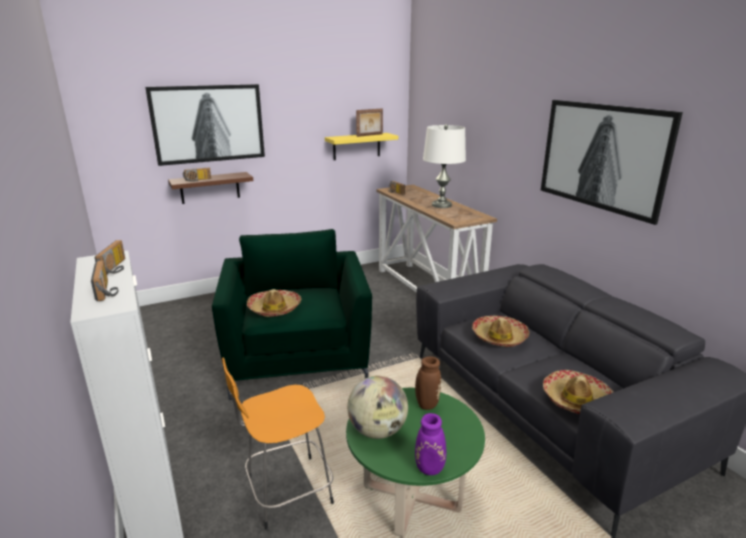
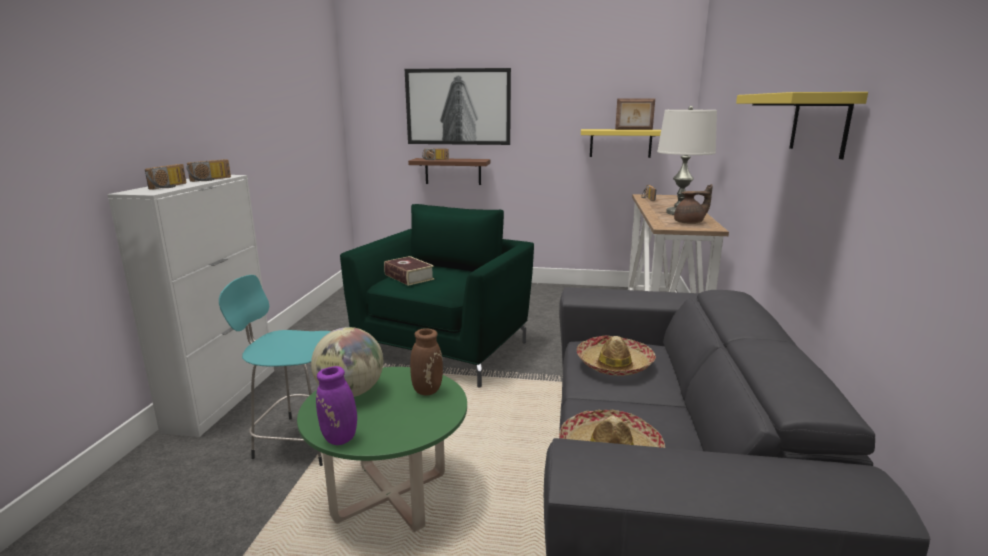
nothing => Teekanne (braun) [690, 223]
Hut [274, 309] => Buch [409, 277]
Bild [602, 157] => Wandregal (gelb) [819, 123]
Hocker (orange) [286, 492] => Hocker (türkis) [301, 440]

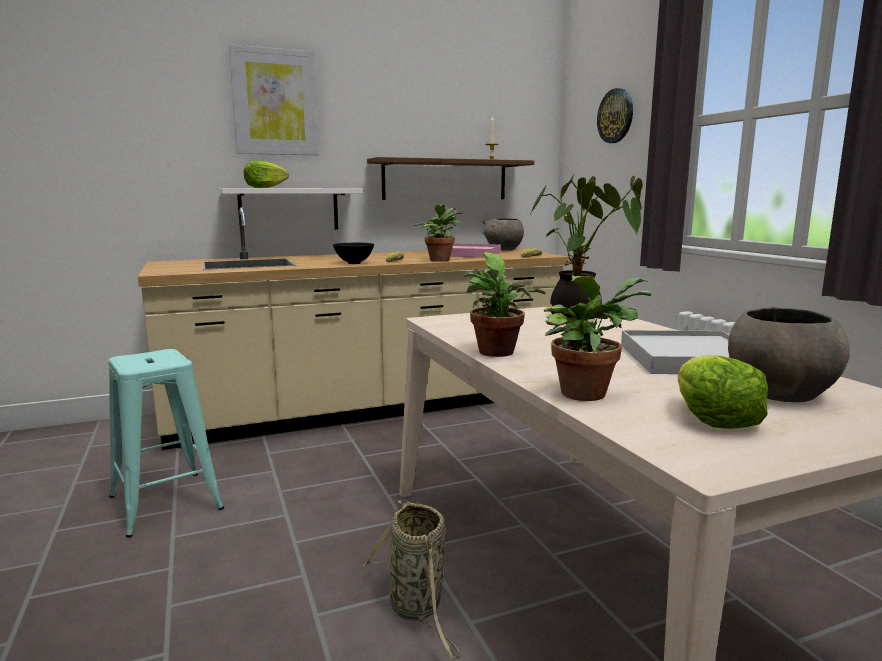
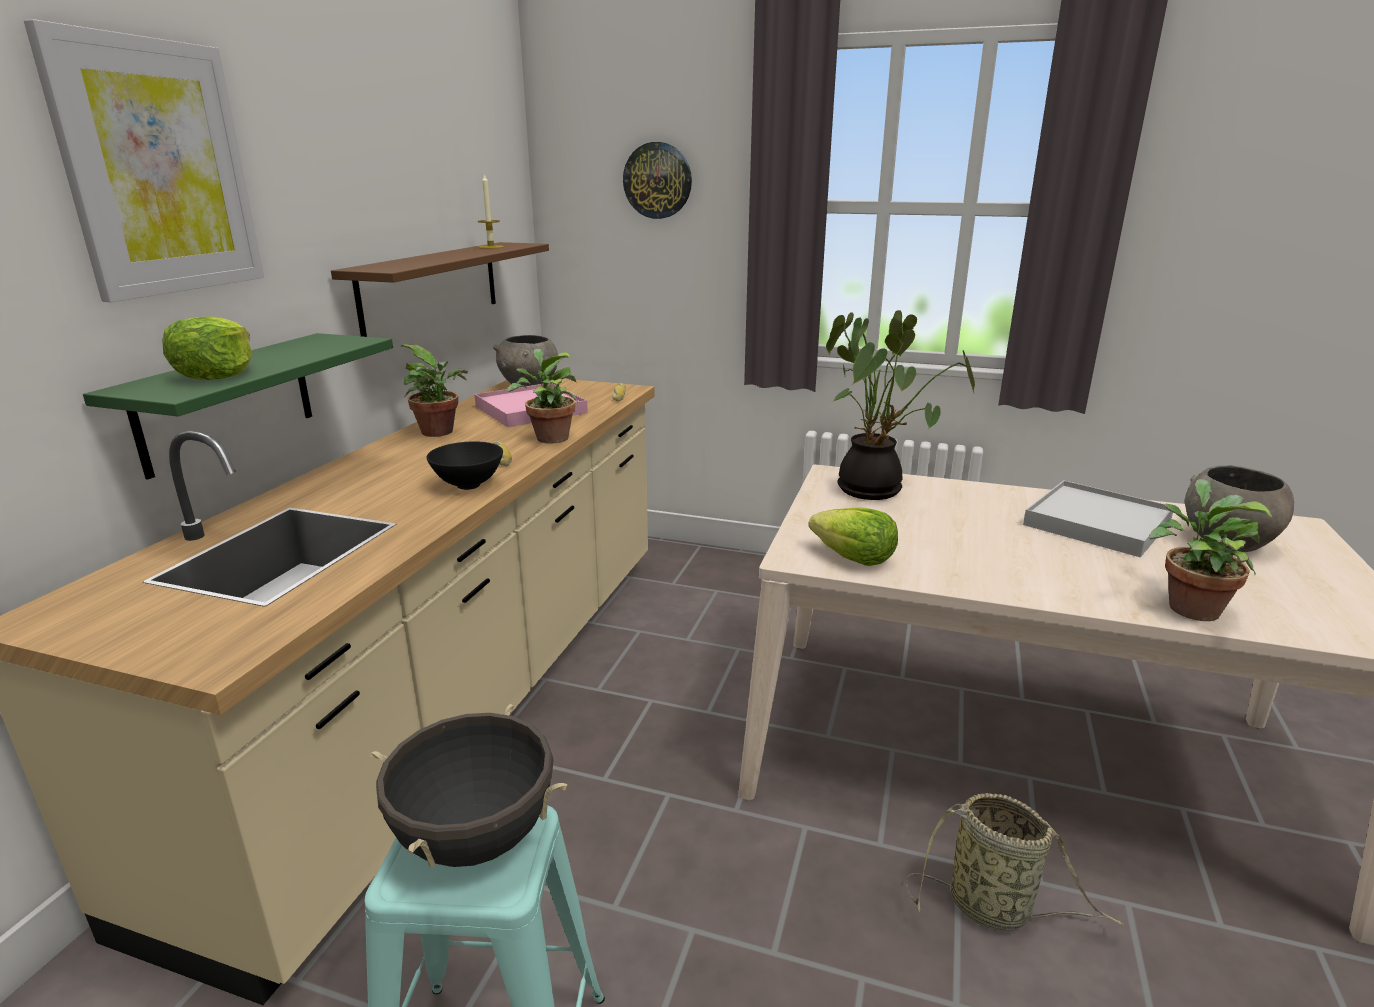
nothing => Kochtopf (schwarz) [476, 838]
Topfpflanze [497, 353] => Topfpflanze [440, 433], shifted
Salatkopf [713, 419] => Salatkopf [853, 558], shifted
Wandregal (weiß) [289, 209] => Wandregal (grün) [227, 402]

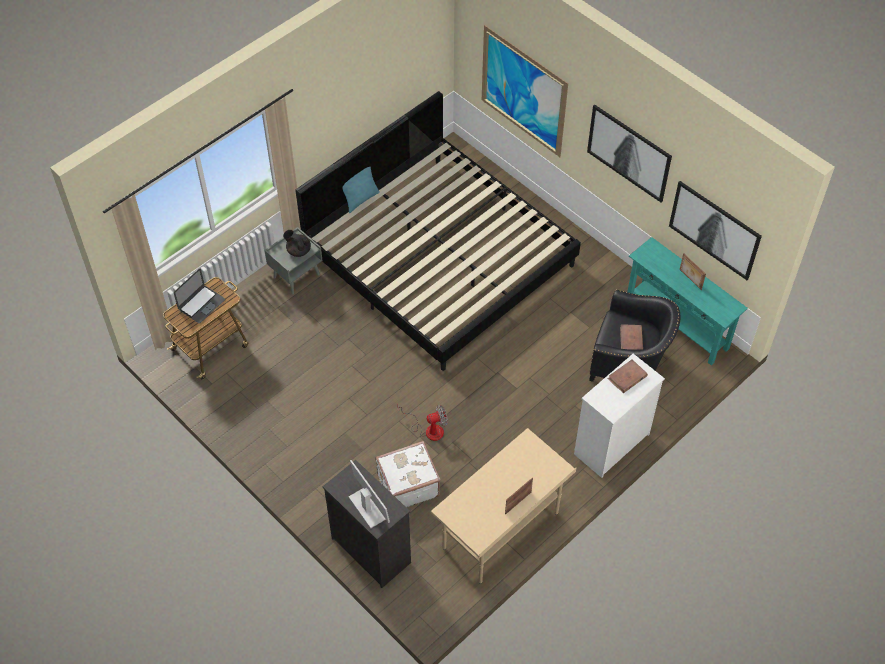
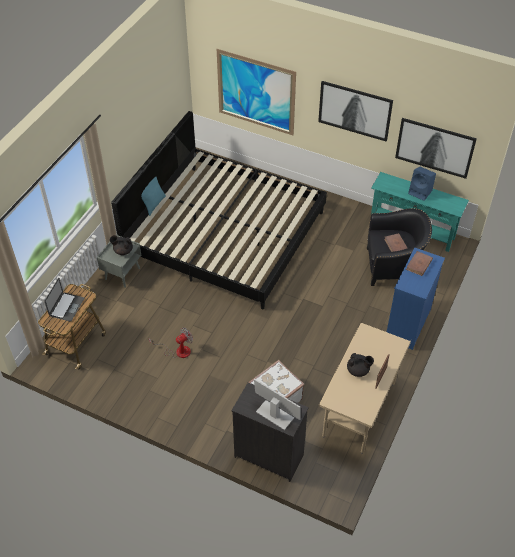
nothing => Teekanne (schwarz) [358, 370]
Ventilator [428, 429] => Ventilator [178, 351], shifted
Bilderrahmen [690, 279] => Lautsprecher (blau) [420, 192]
Kommode (weiß) [610, 444] => Kommode (blau) [407, 325]

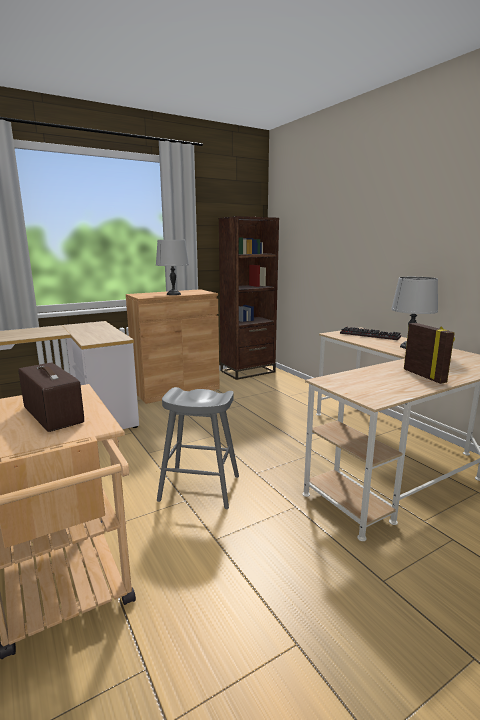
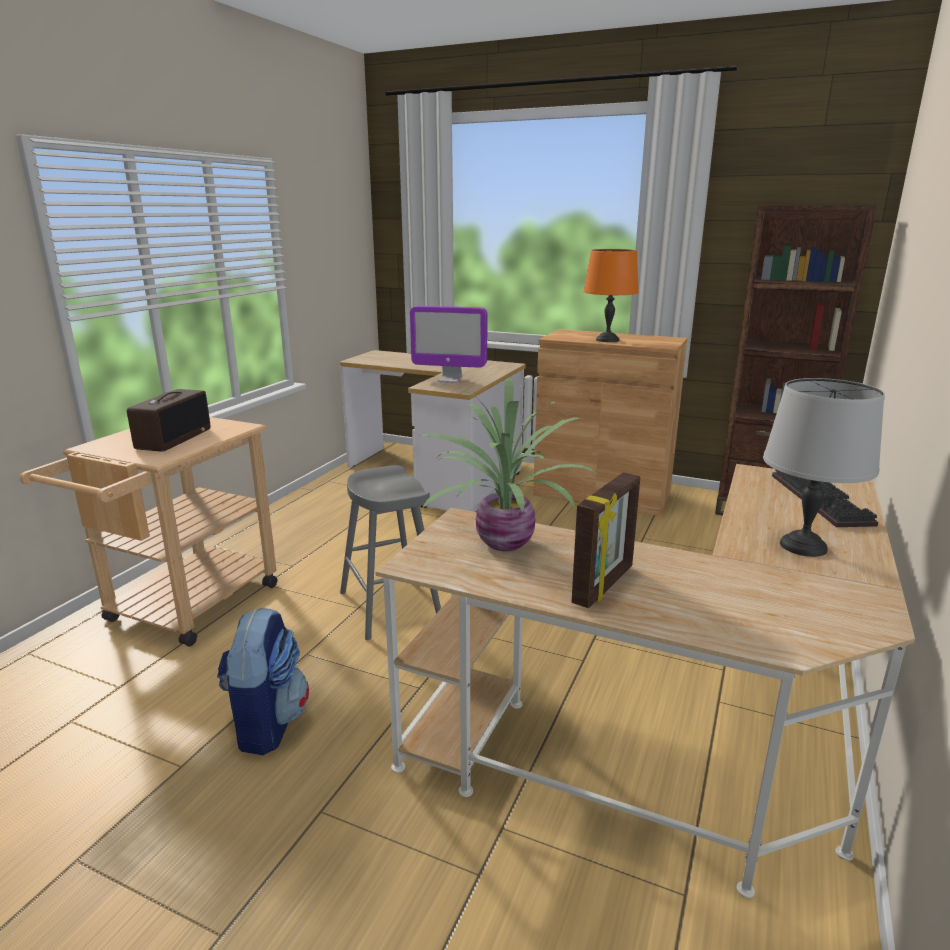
nothing => Rucksack [267, 723]
nothing => Monitor [449, 380]
nothing => Topfpflanze [501, 543]
Tischlampe (grau) [173, 294] => Tischlampe (orange) [607, 340]

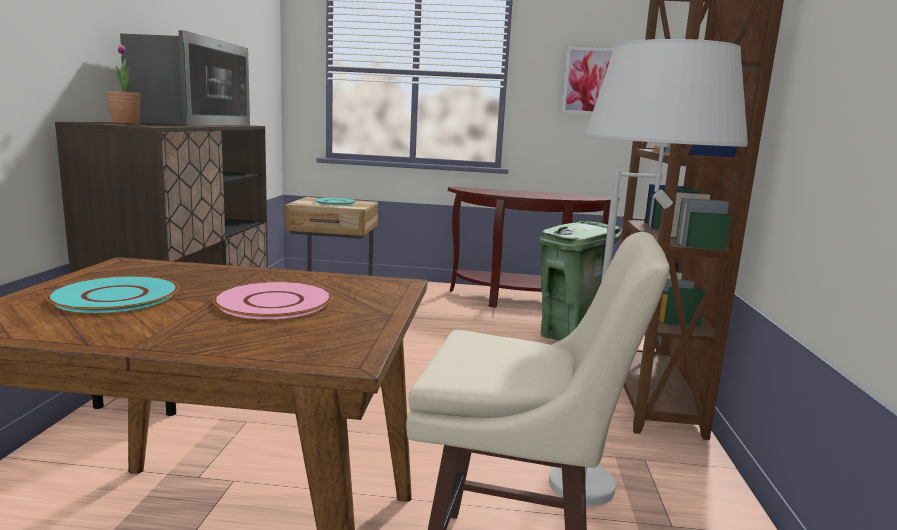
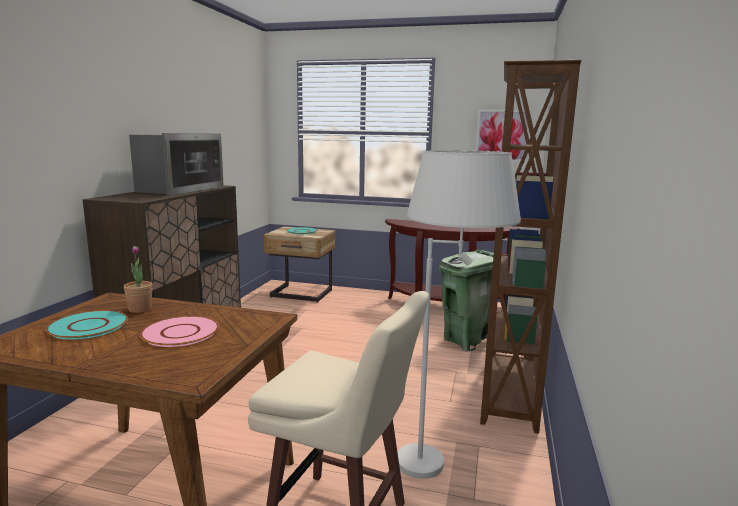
Topfpflanze [126, 123] => Topfpflanze [140, 309], shifted

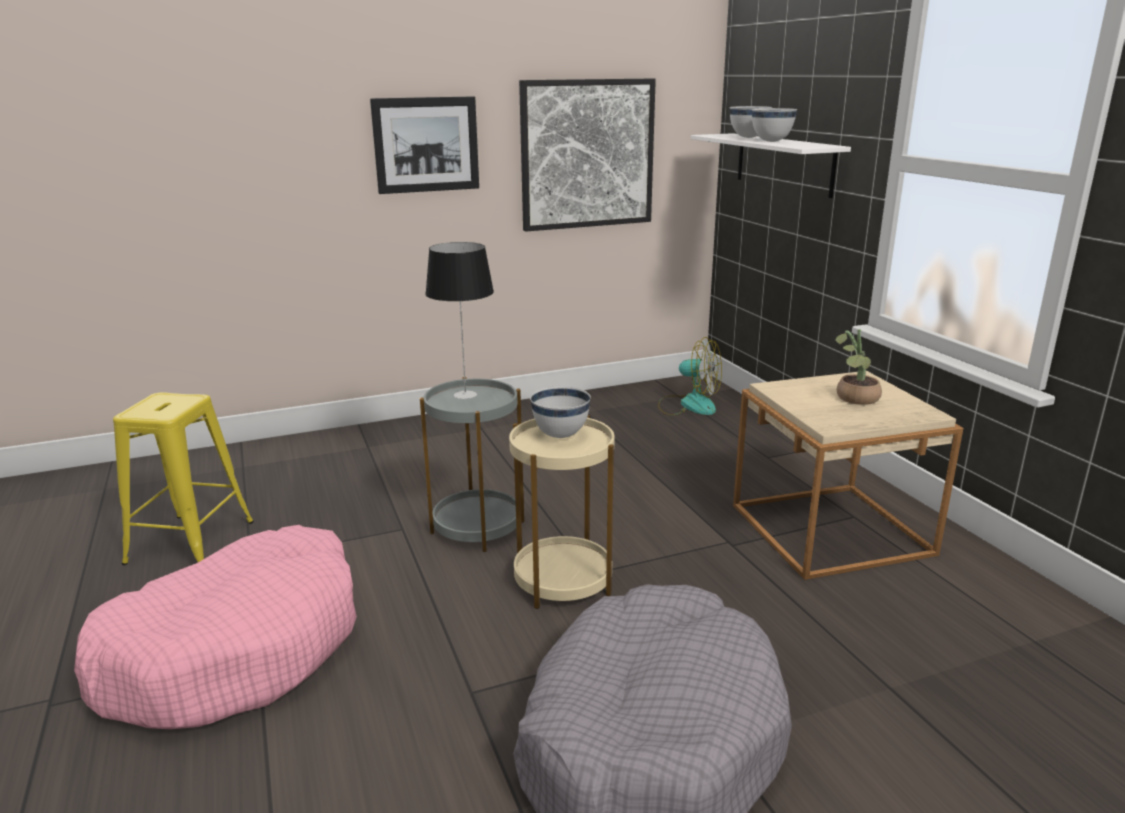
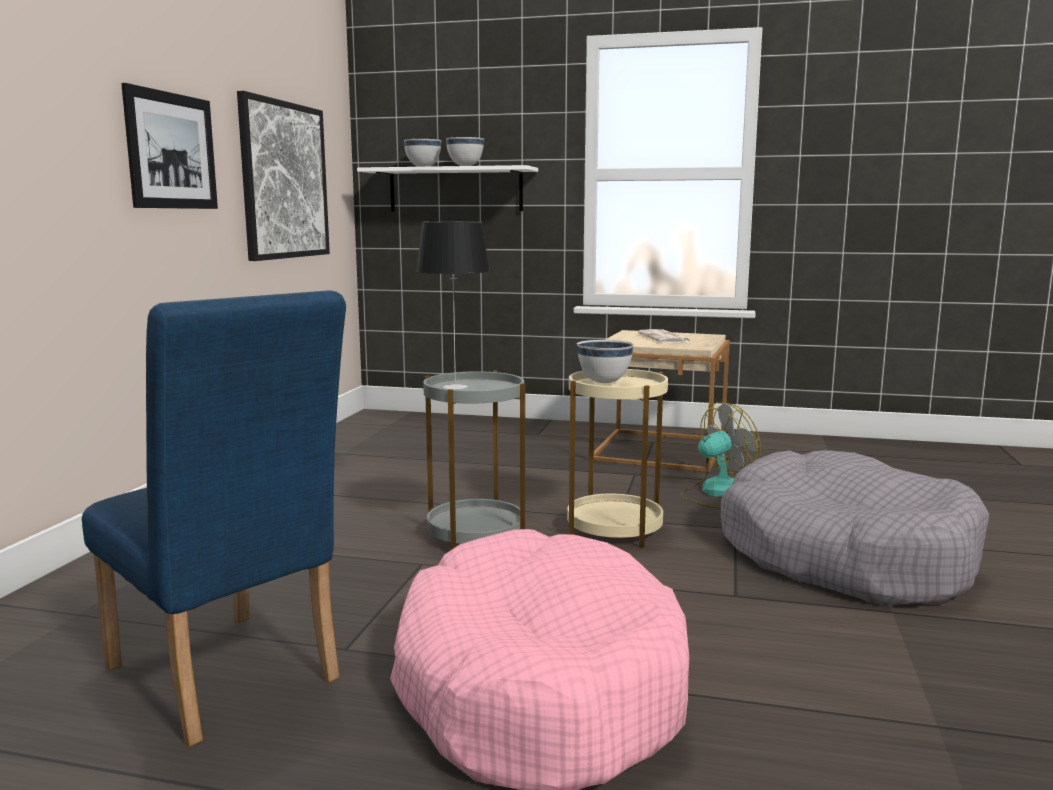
Ventilator [689, 405] => Ventilator [718, 493], shifted
Hocker (gelb) [190, 542] => Stuhl (blau) [228, 680]
Topfpflanze [854, 399] => Zeitung [665, 338]

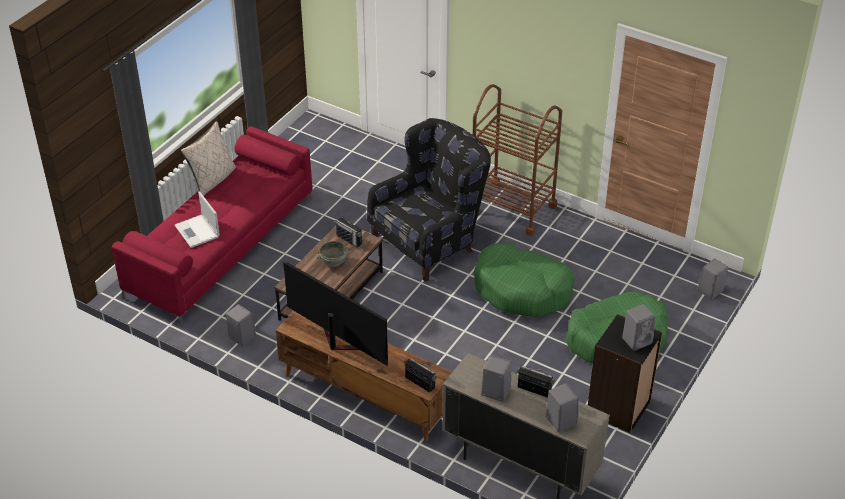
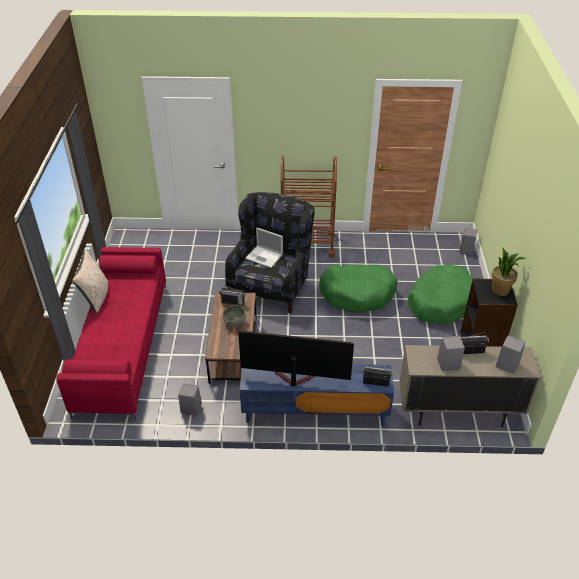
Laptop [197, 231] => Laptop [265, 257], shifted
Lautsprecher (grau) [637, 340] => Topfpflanze [500, 290]
Fernsehschrank (braun) [363, 395] => Fernsehschrank (blau) [314, 412]

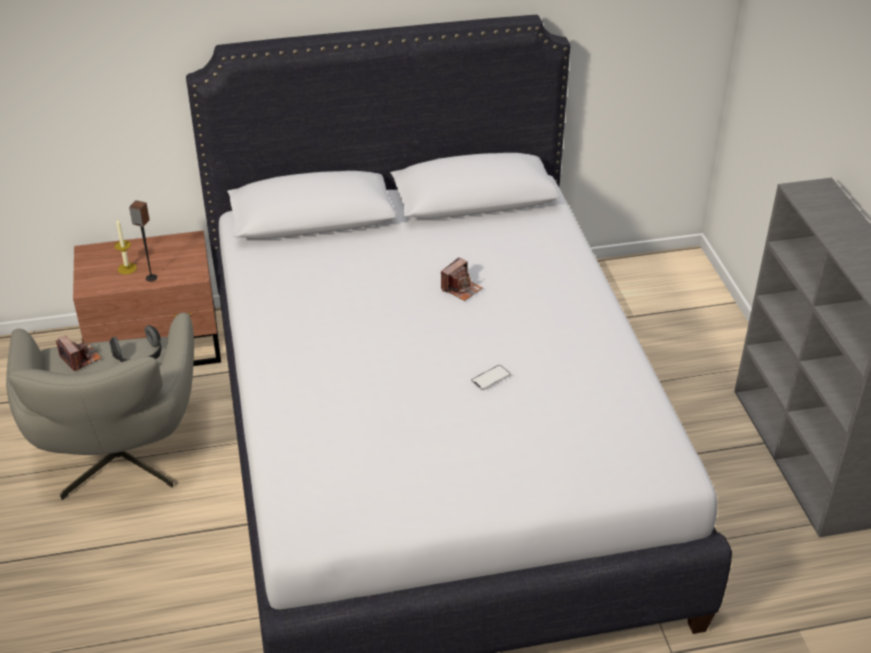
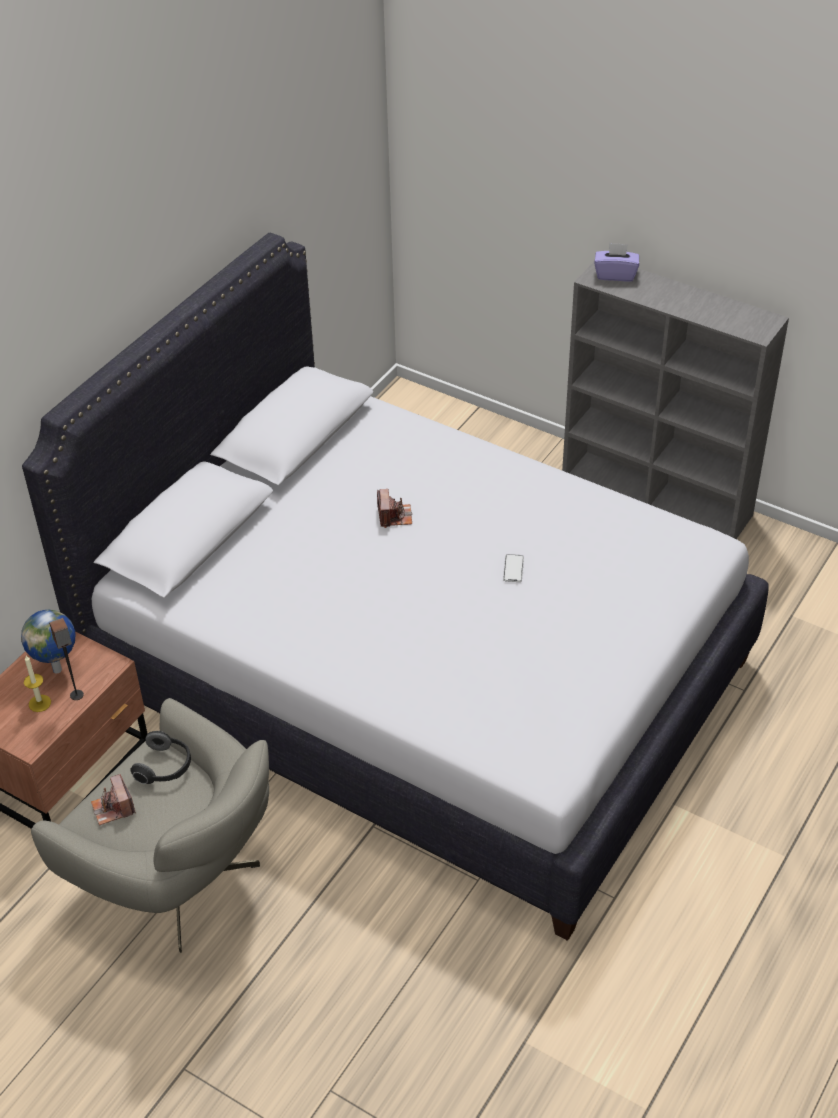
nothing => Globus [58, 670]
nothing => Taschentuchbox (lila) [615, 274]
Kamera [80, 358] => Kamera [113, 808], 120 degrees counterclockwise

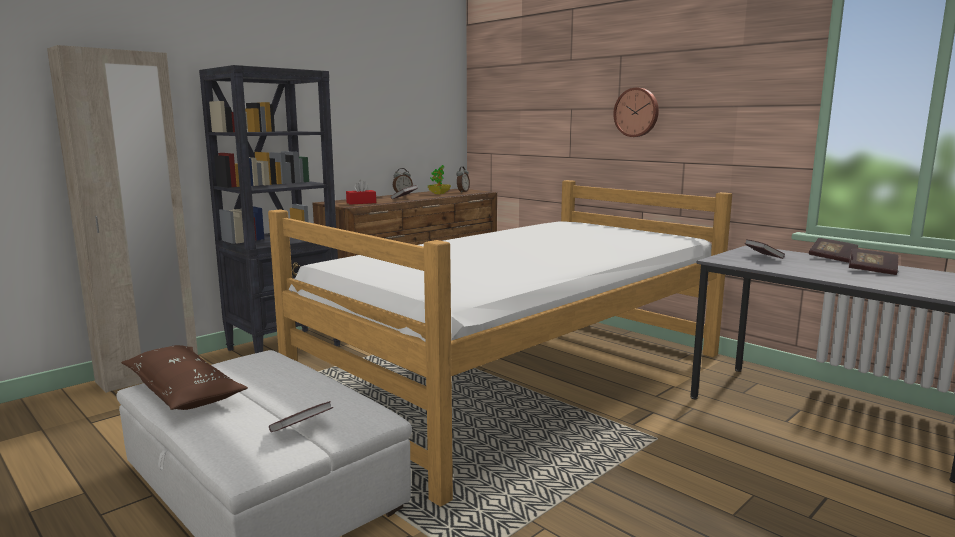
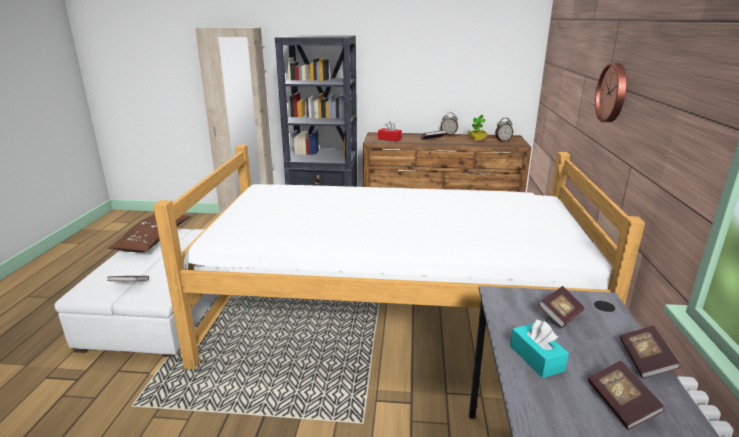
nothing => Taschentuchbox (türkis) [536, 358]

